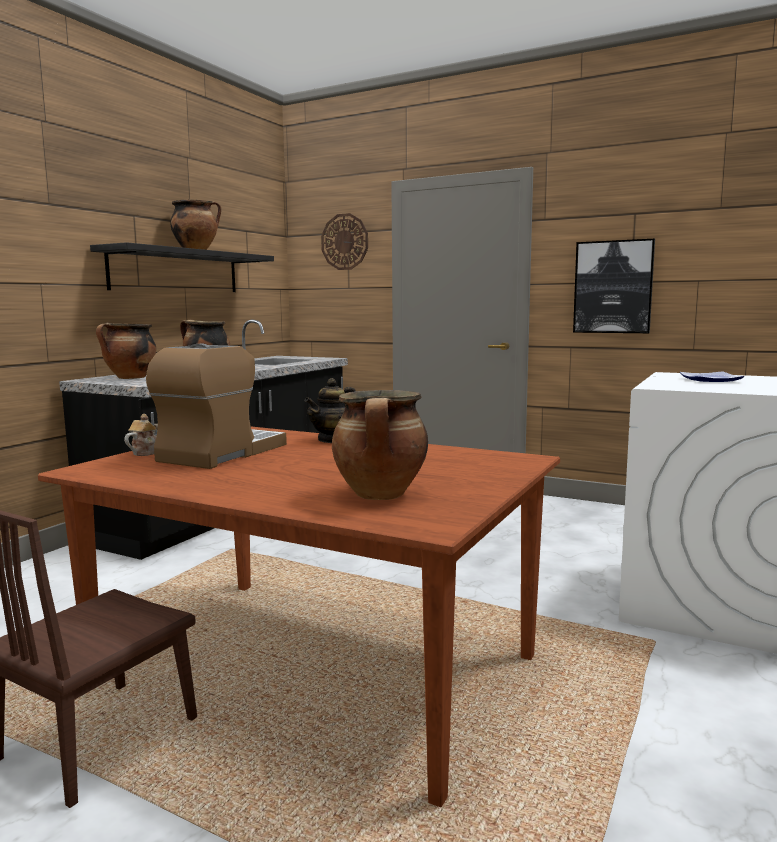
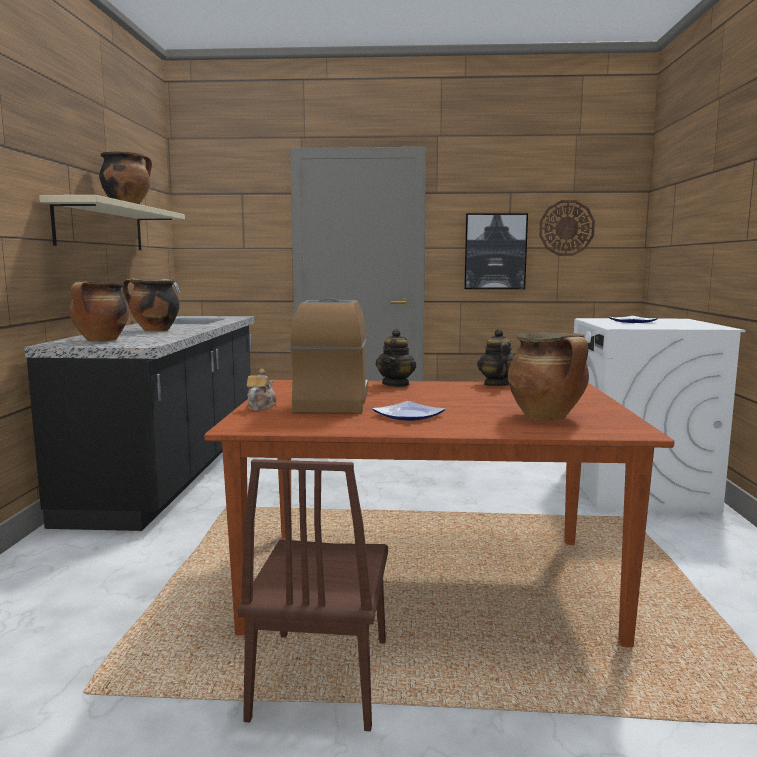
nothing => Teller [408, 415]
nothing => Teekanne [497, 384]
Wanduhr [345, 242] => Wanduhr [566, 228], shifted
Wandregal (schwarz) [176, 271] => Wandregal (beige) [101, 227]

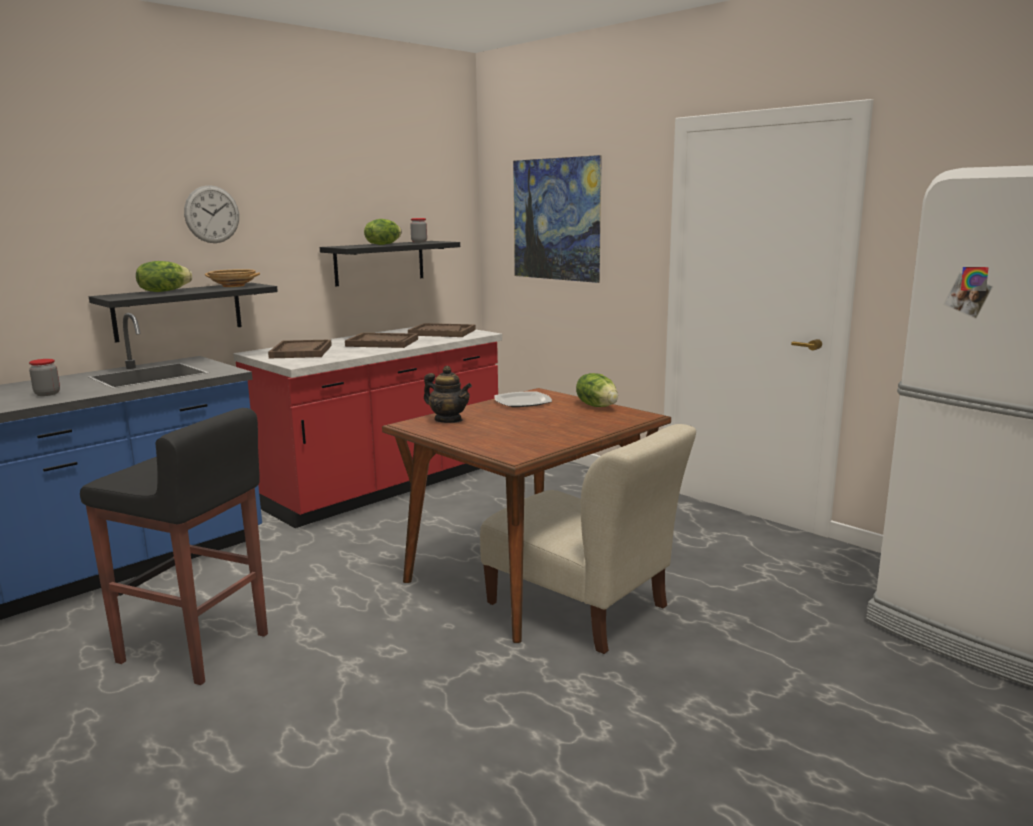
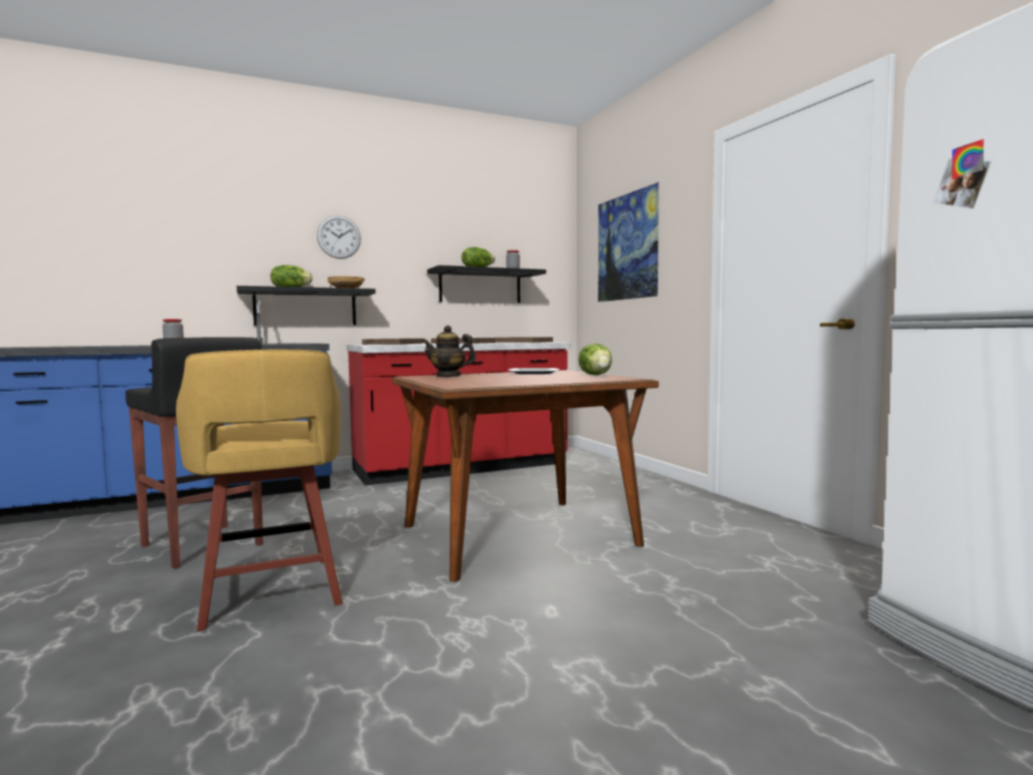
Stuhl (beige) [582, 608] => nothing
nothing => Hocker (gelb) [269, 593]
Teekanne [448, 420] => Teekanne [448, 376], 135 degrees clockwise

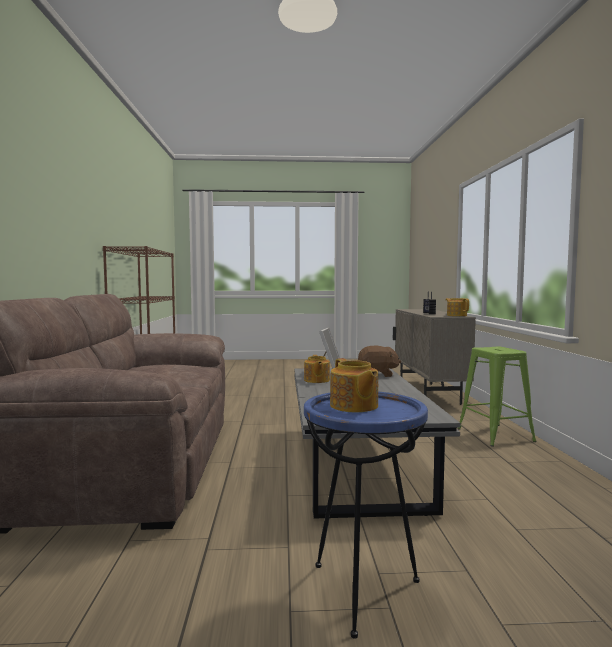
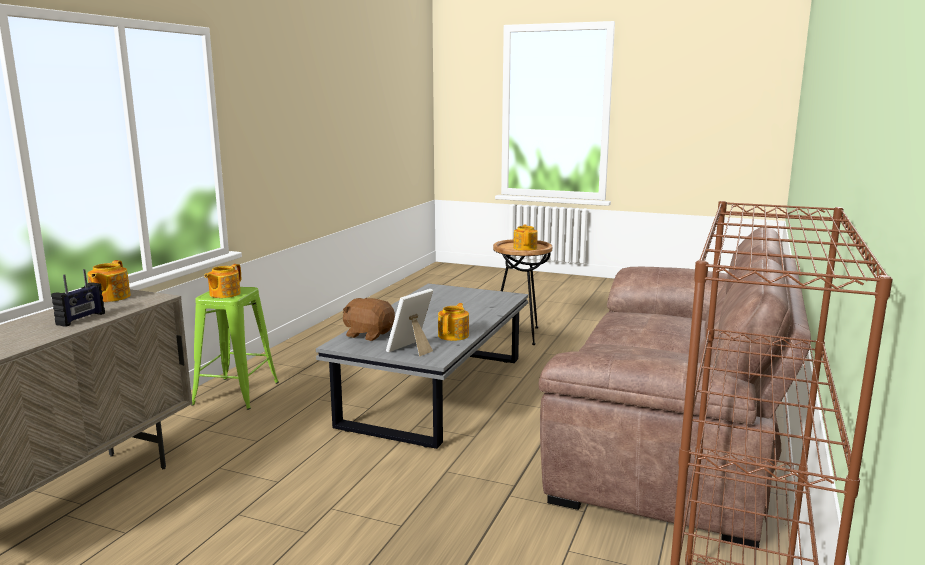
nothing => Teekanne [224, 294]
Beistelltisch (blau) [362, 591] => Beistelltisch (braun) [520, 335]

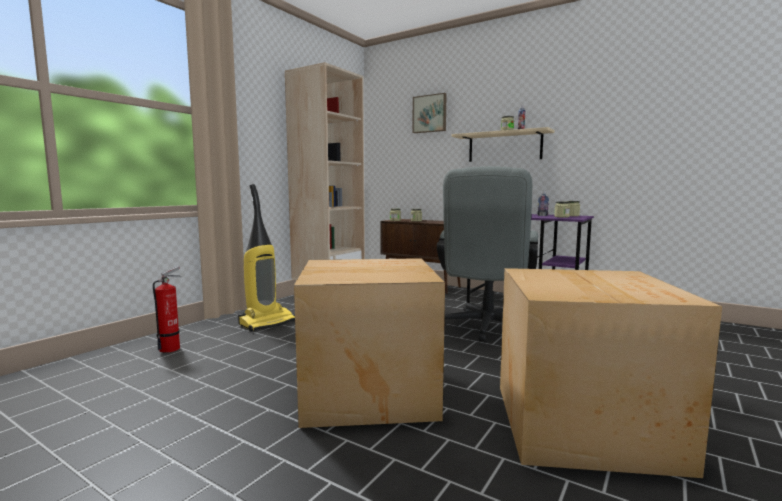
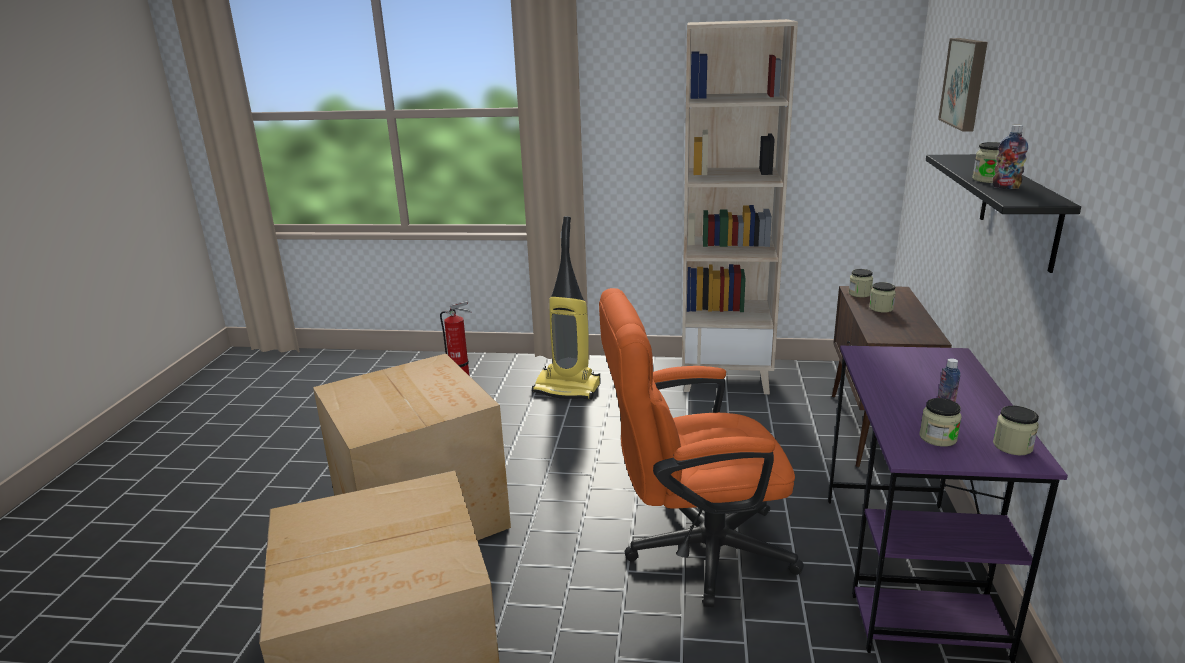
Bürostuhl (grau) [485, 329] => Bürostuhl (orange) [694, 550]
Wandregal (beige) [504, 147] => Wandregal (schwarz) [1019, 210]

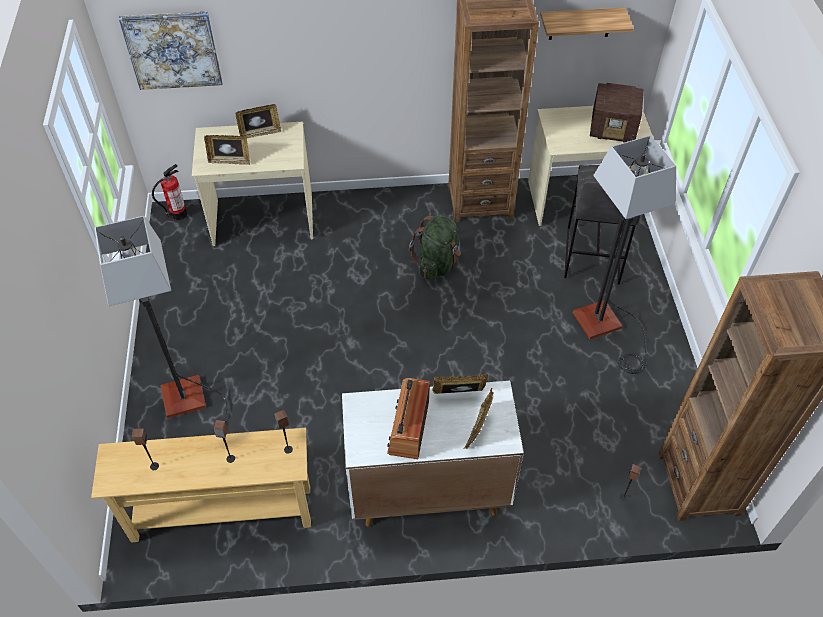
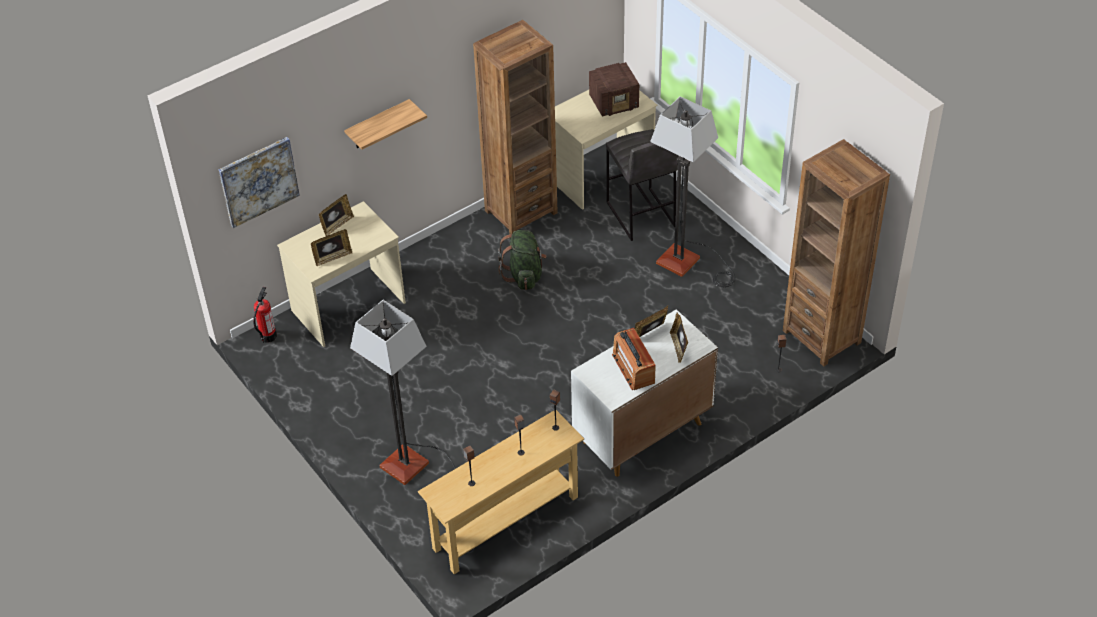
Wandregal [580, 23] => Wandregal [378, 125], shifted

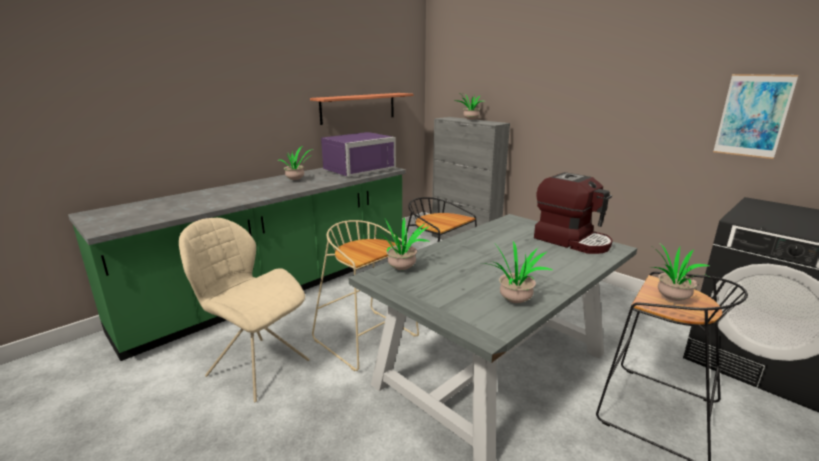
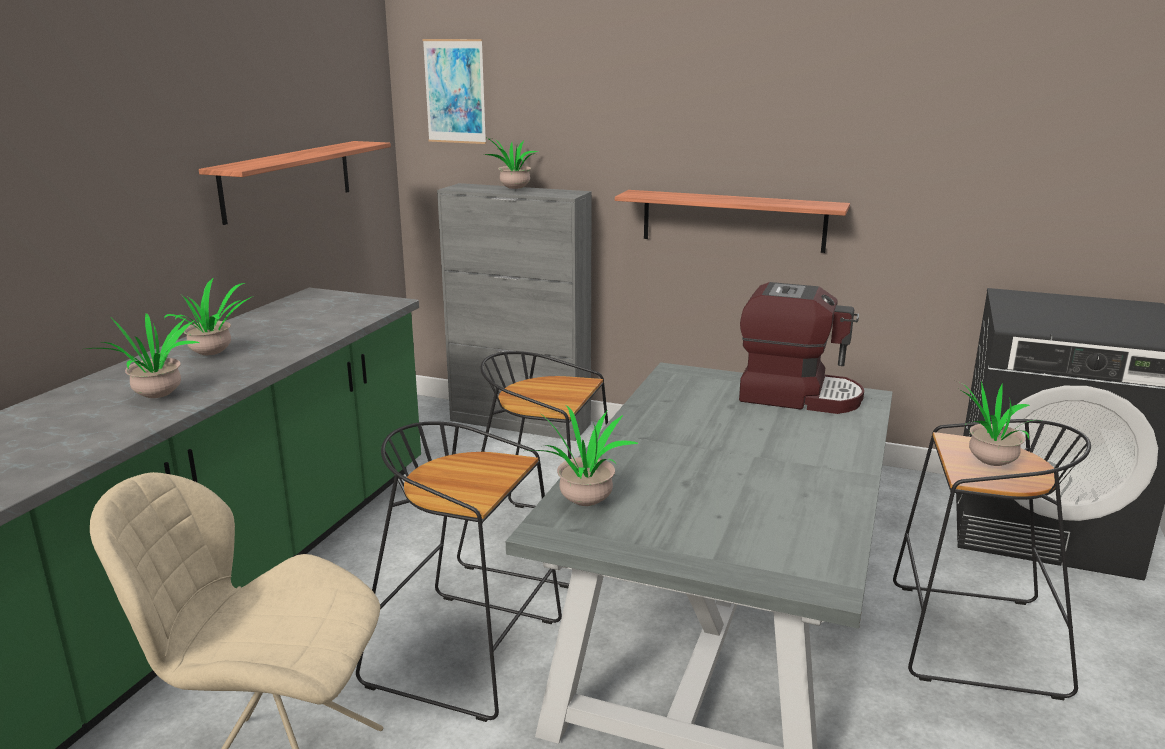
Mikrowelle (lila) [357, 169] => nothing
nothing => Wandregal [733, 220]
Topfpflanze [514, 300] => Topfpflanze [157, 396], shifted
Bild [753, 116] => Bild [455, 91], shifted
Hocker (beige) [367, 339] => Hocker (schwarz) [469, 653]

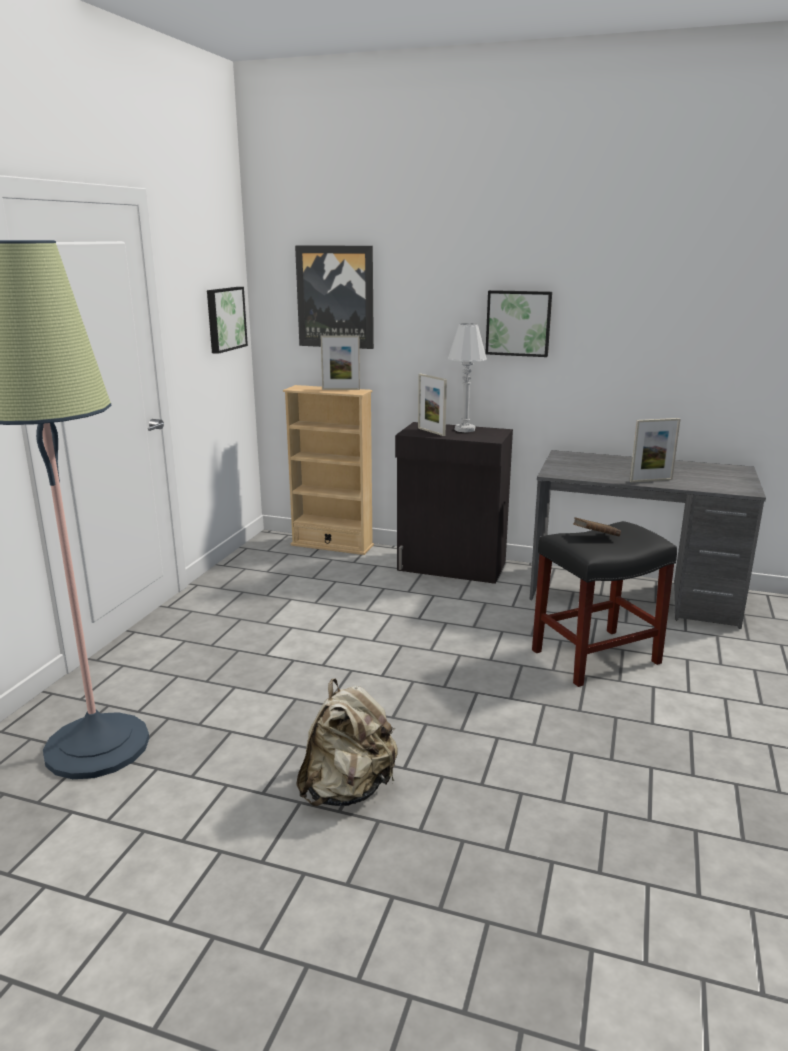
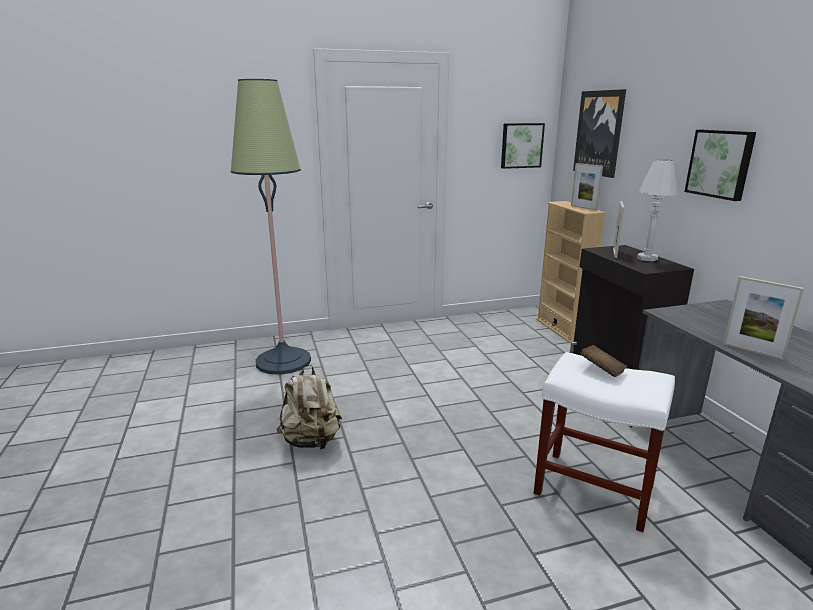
Hocker (schwarz) [594, 657] => Hocker (weiß) [592, 488]

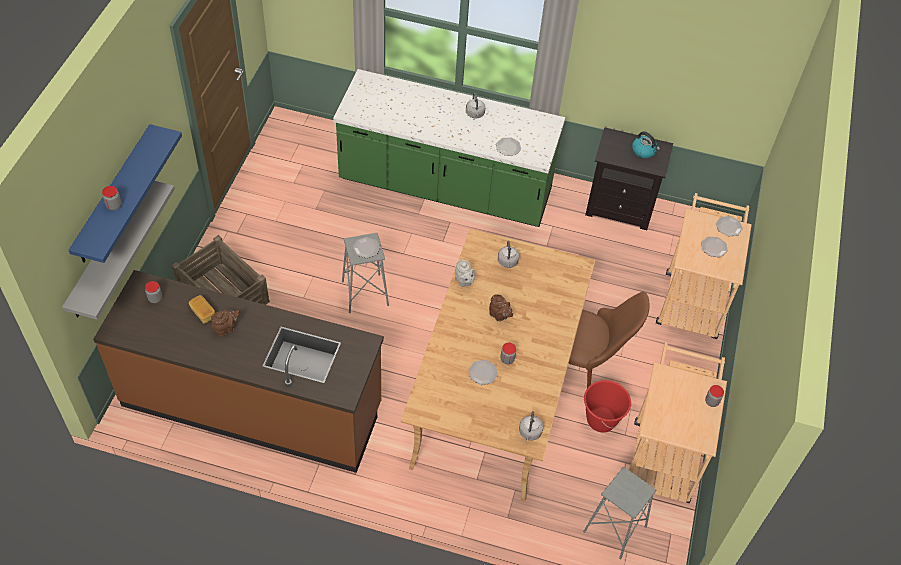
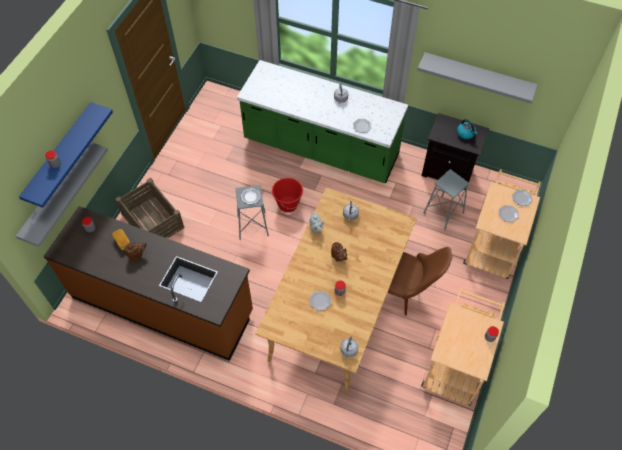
nothing => Wandregal (grau) [478, 76]
Hocker (grau) [615, 529] => Hocker (grau) [443, 213], shifted
Eimer (rot) [601, 420] => Eimer (rot) [288, 204], shifted

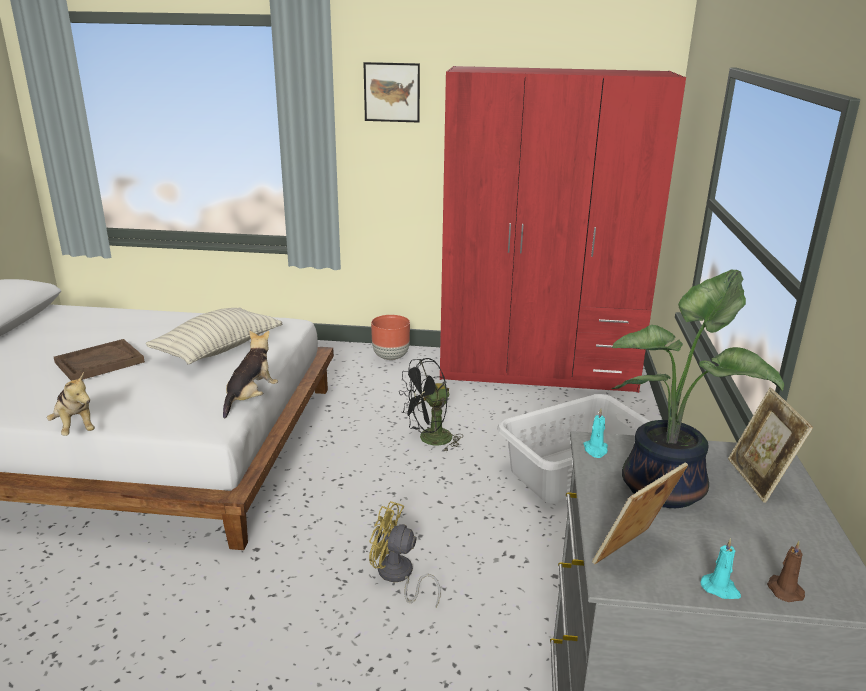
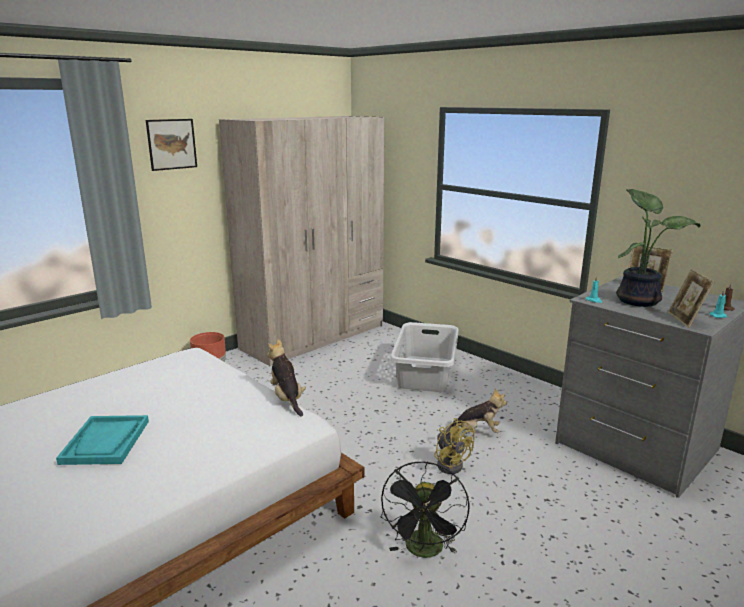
Kissen [218, 349] => nothing
Plüschtier [75, 427] => Plüschtier [477, 432], shifted
Ventilator (schwarz) [429, 440] => Ventilator (schwarz) [425, 551], shifted
Tablett (braun) [99, 362] => Tablett (türkis) [106, 442]
Kleiderschrank (rot) [538, 370] => Kleiderschrank (beige) [314, 336]
Ventilator (gelb) [398, 576] => Ventilator (gelb) [450, 463], 90 degrees counterclockwise

